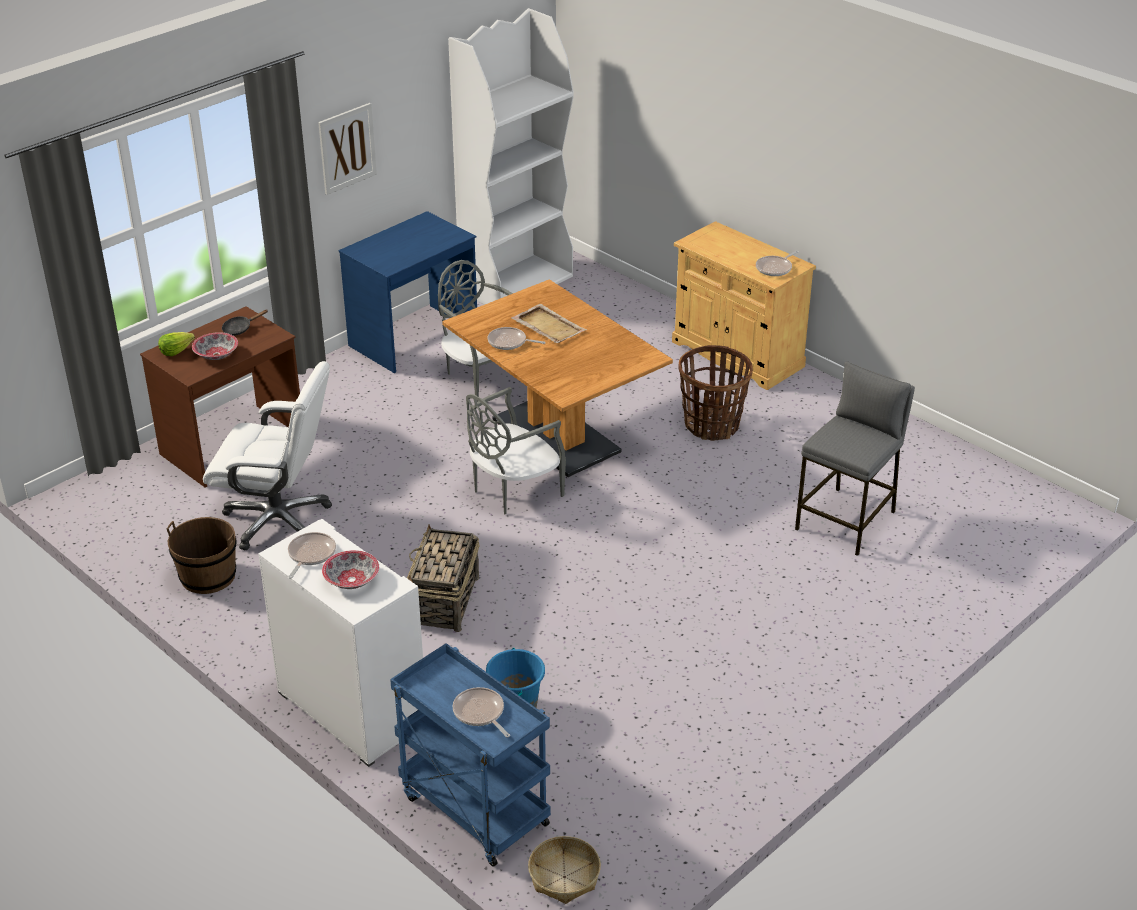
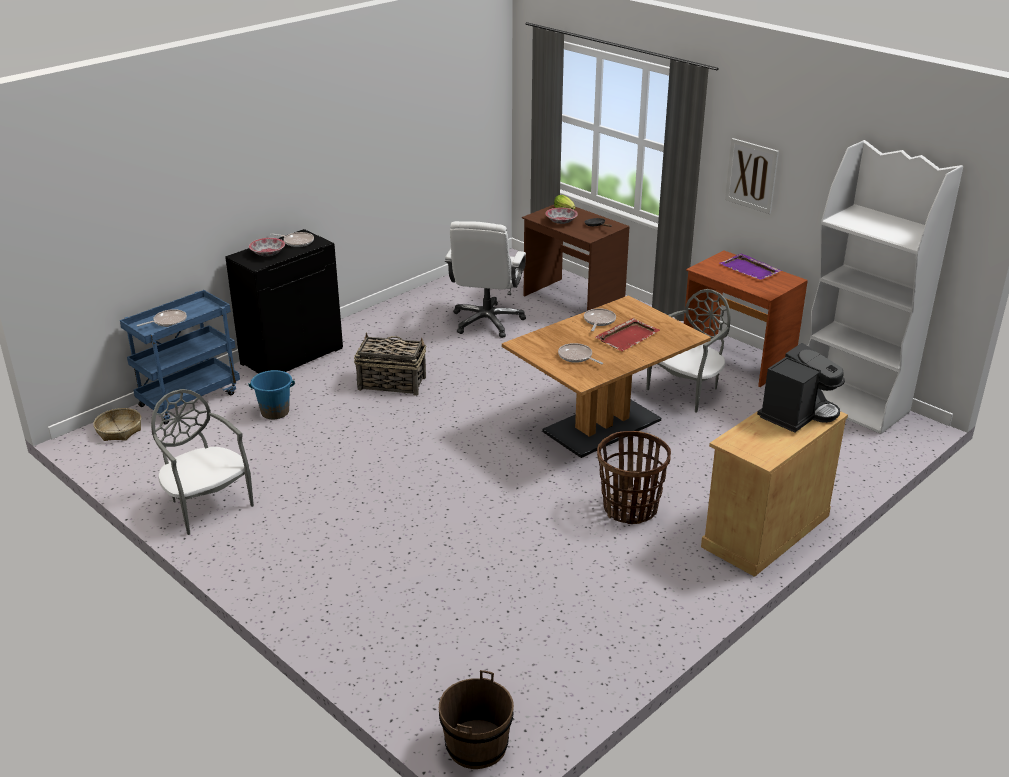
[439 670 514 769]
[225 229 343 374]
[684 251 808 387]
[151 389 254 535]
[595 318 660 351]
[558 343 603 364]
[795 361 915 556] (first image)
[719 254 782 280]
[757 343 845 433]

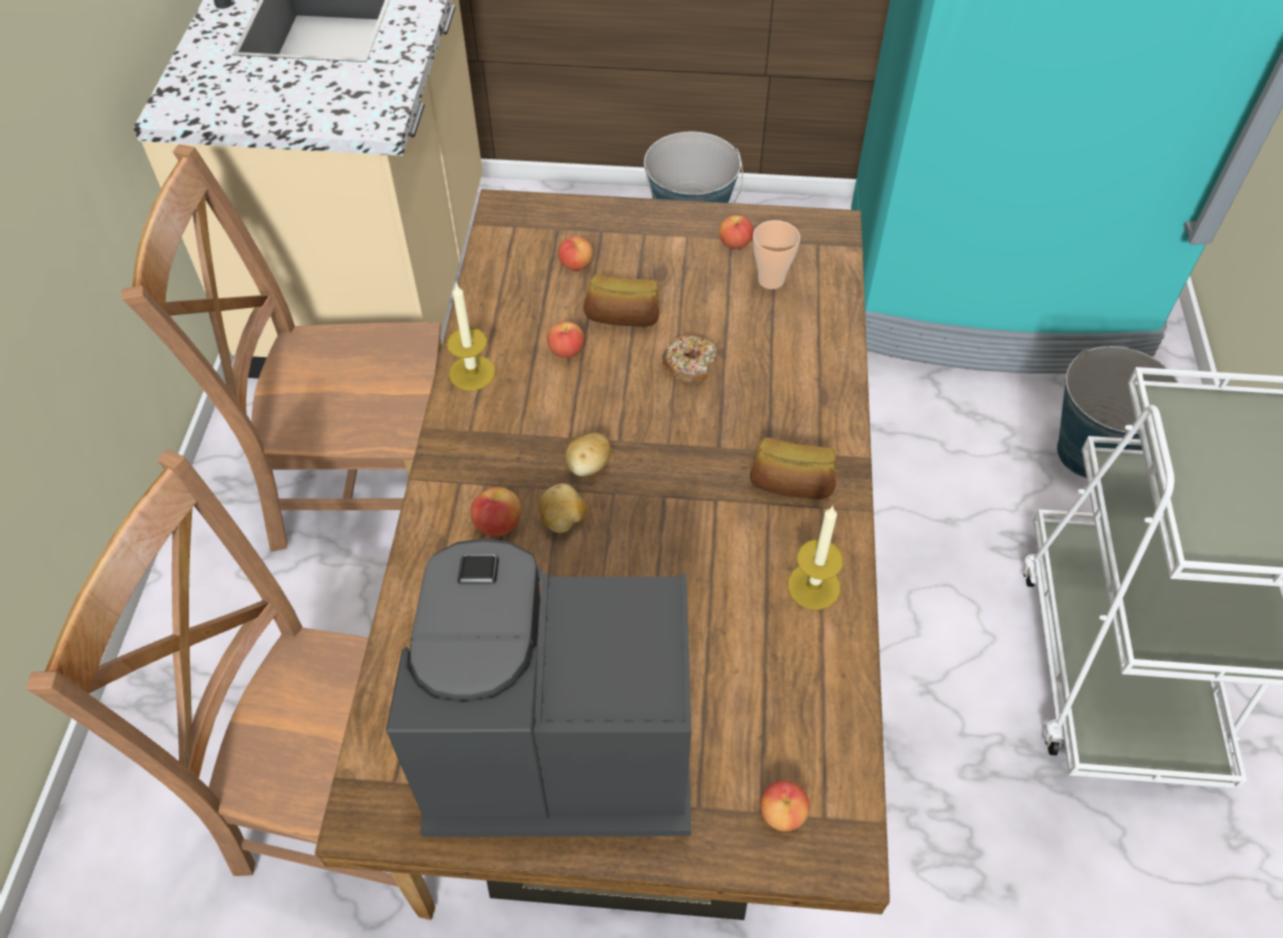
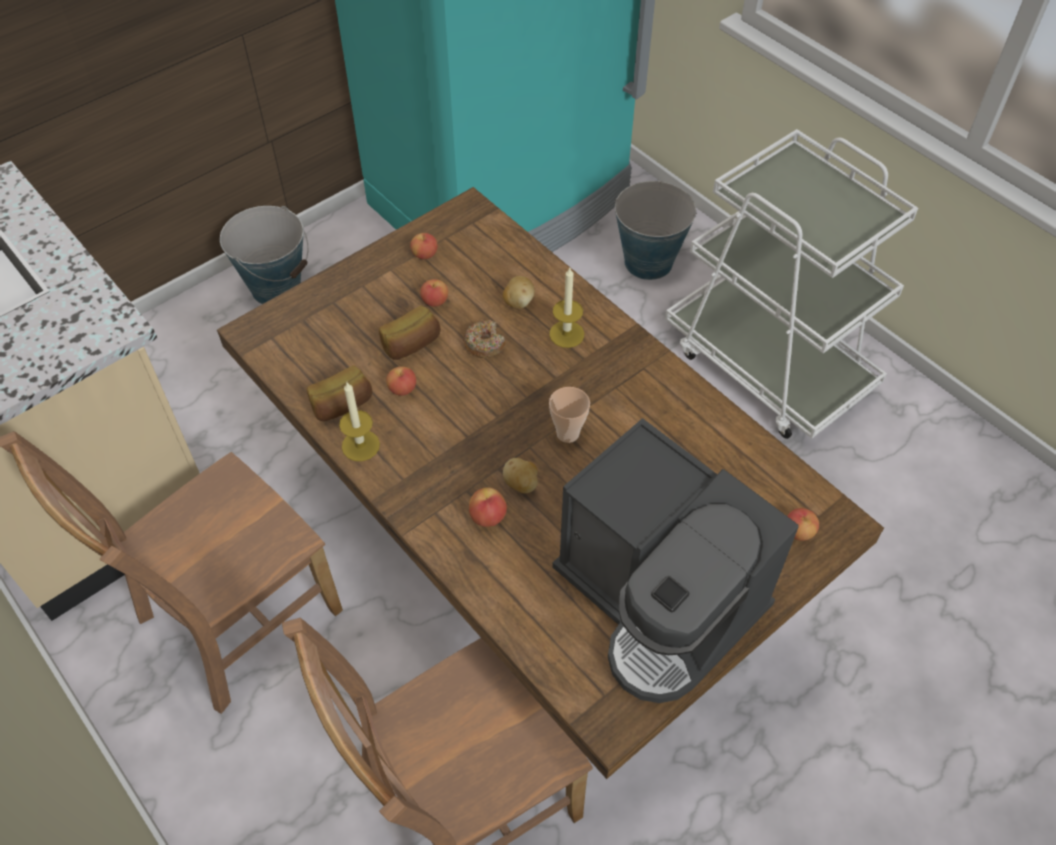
[552 418 799 703]
[420 279 448 307]
[503 276 535 309]
[307 365 372 421]
[549 387 590 443]
[549 268 584 348]

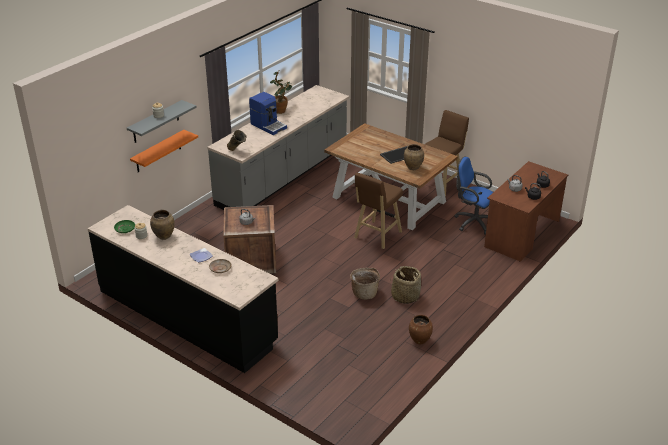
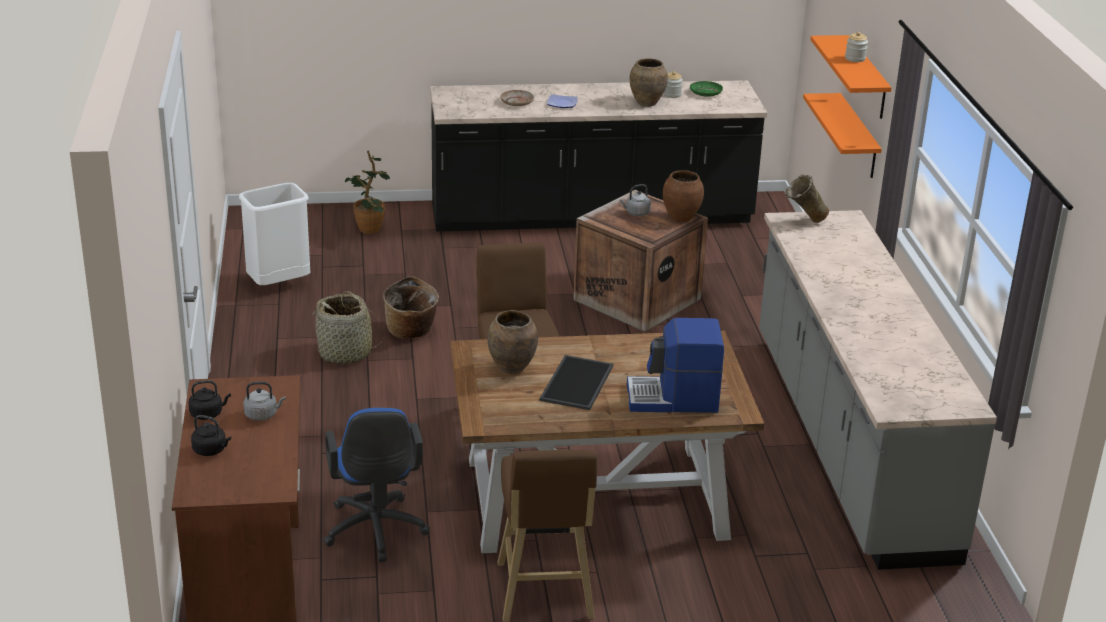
[810 35 892 119]
[627 318 724 413]
[345 150 390 234]
[663 170 704 222]
[324 408 430 562]
[239 183 310 285]

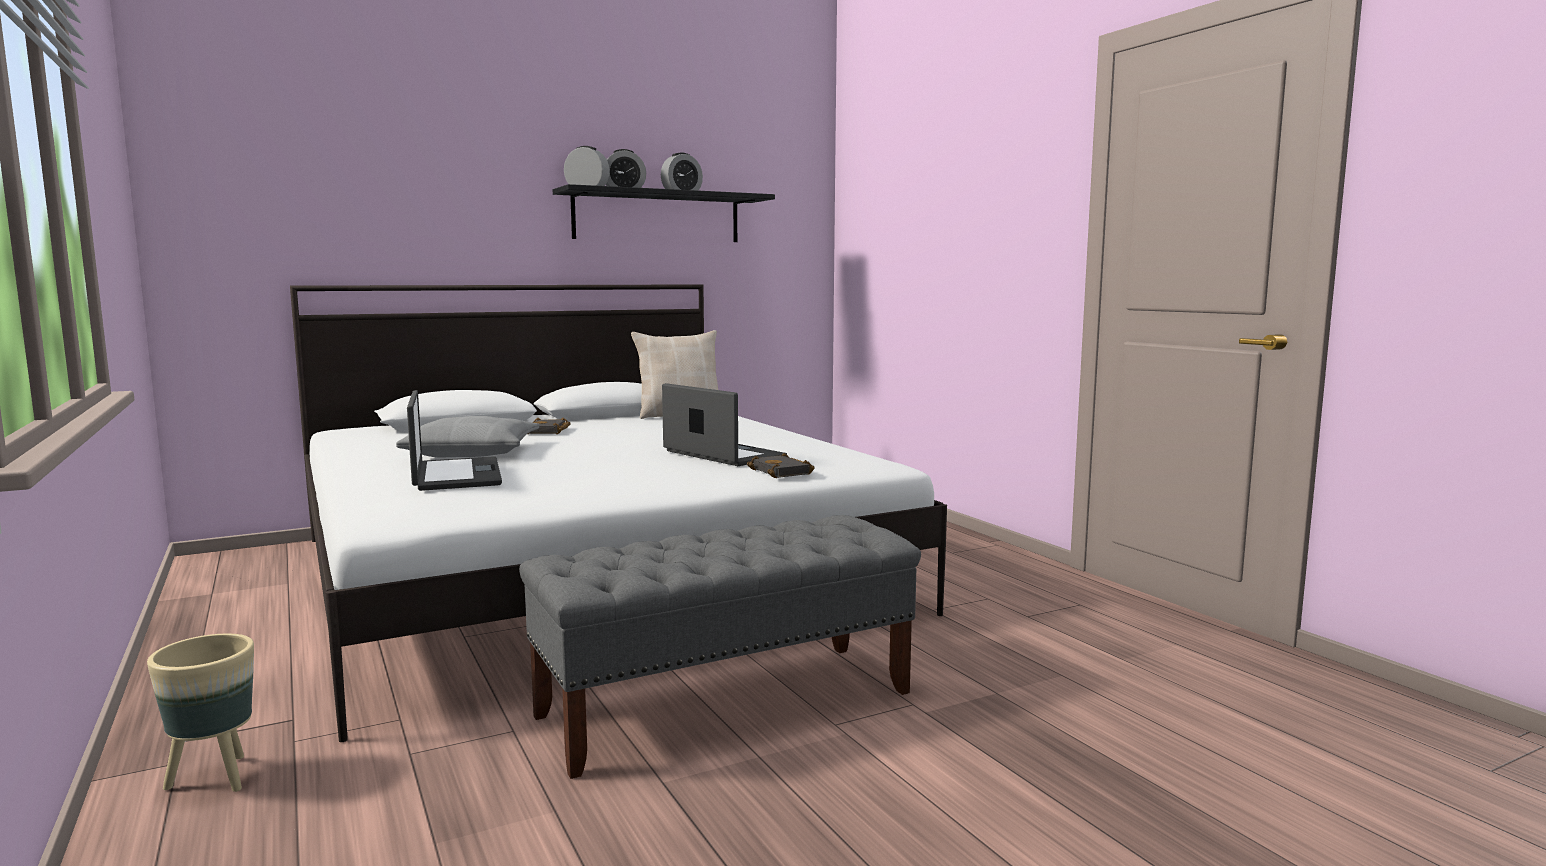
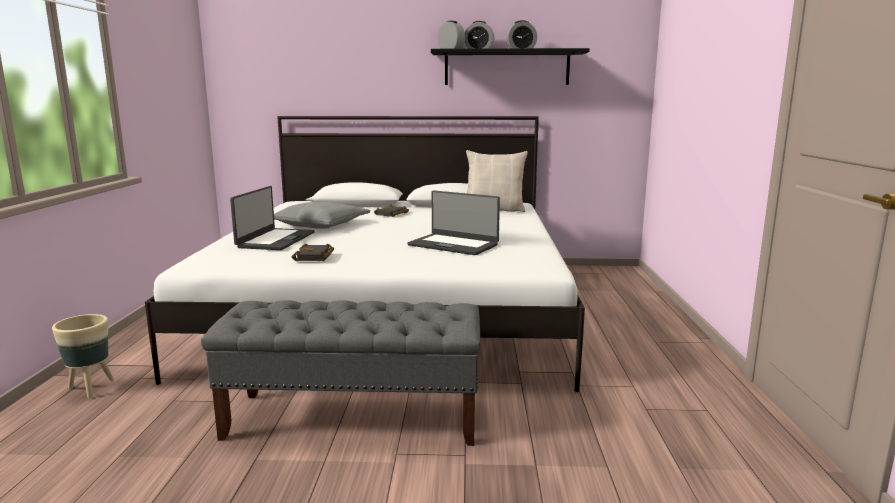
[408 190 500 255]
[292 244 334 261]

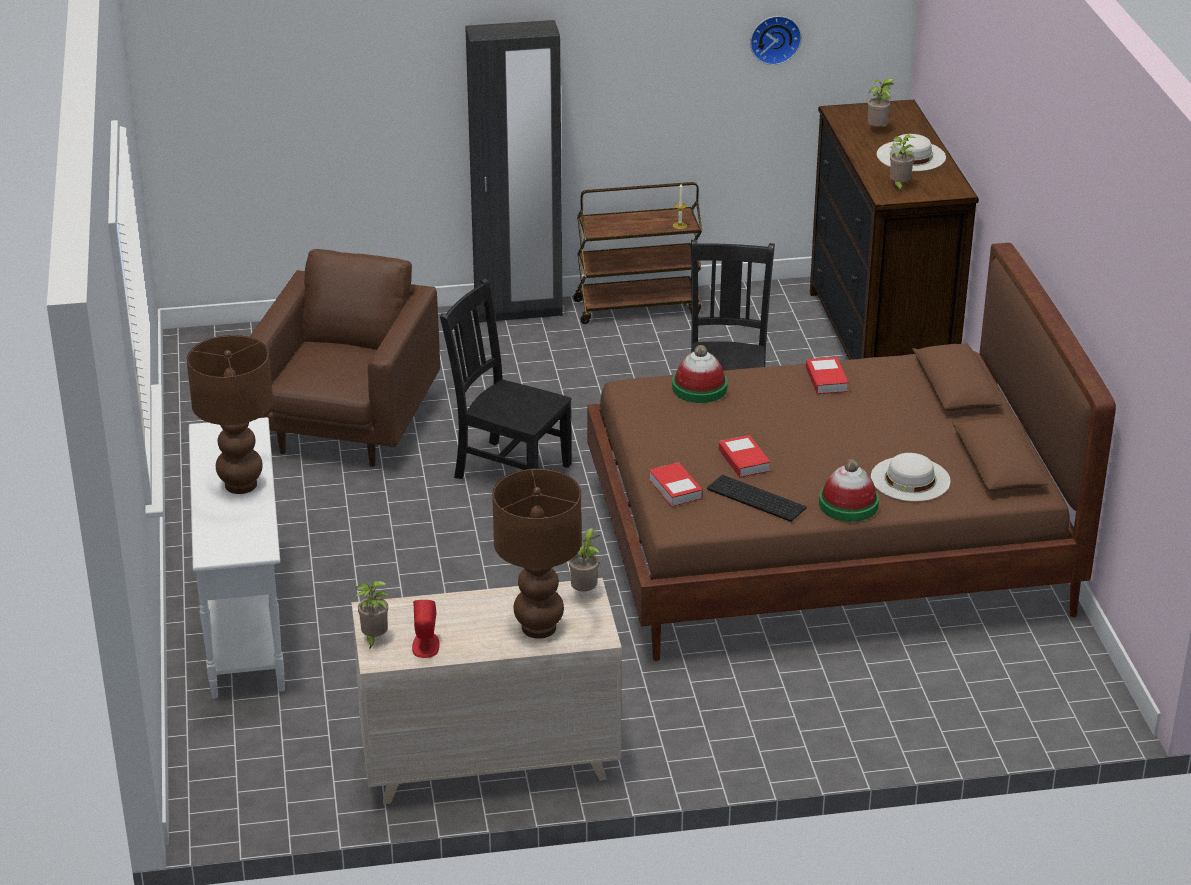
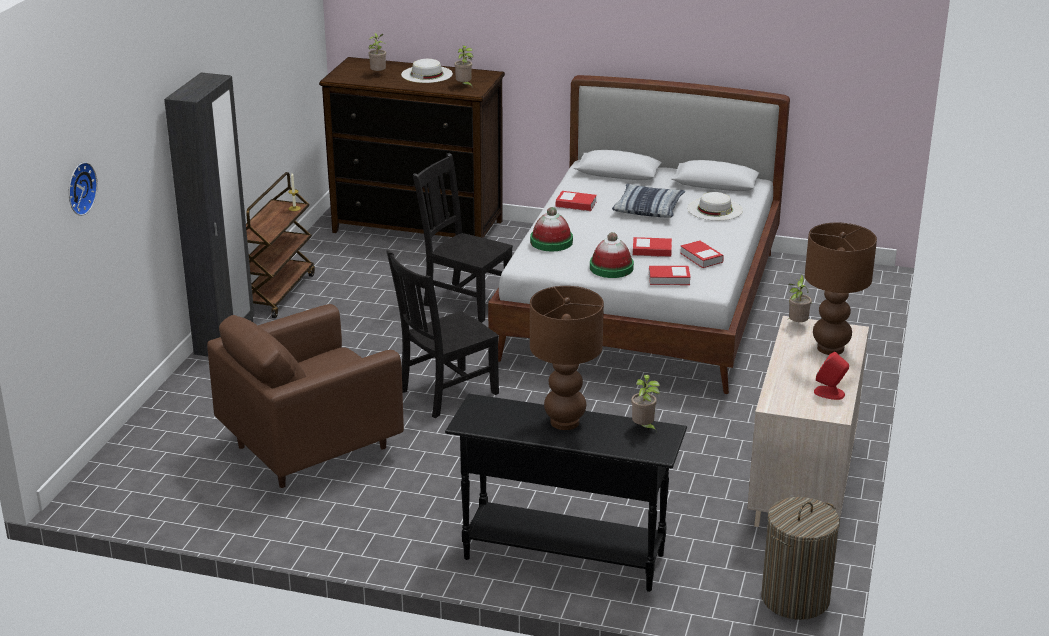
[445 394 687 592]
[207 304 404 488]
[631 375 660 433]
[488 75 790 394]
[680 240 724 268]
[69 162 98 216]
[590 232 634 278]
[612 184 685 218]
[761 497 840 620]

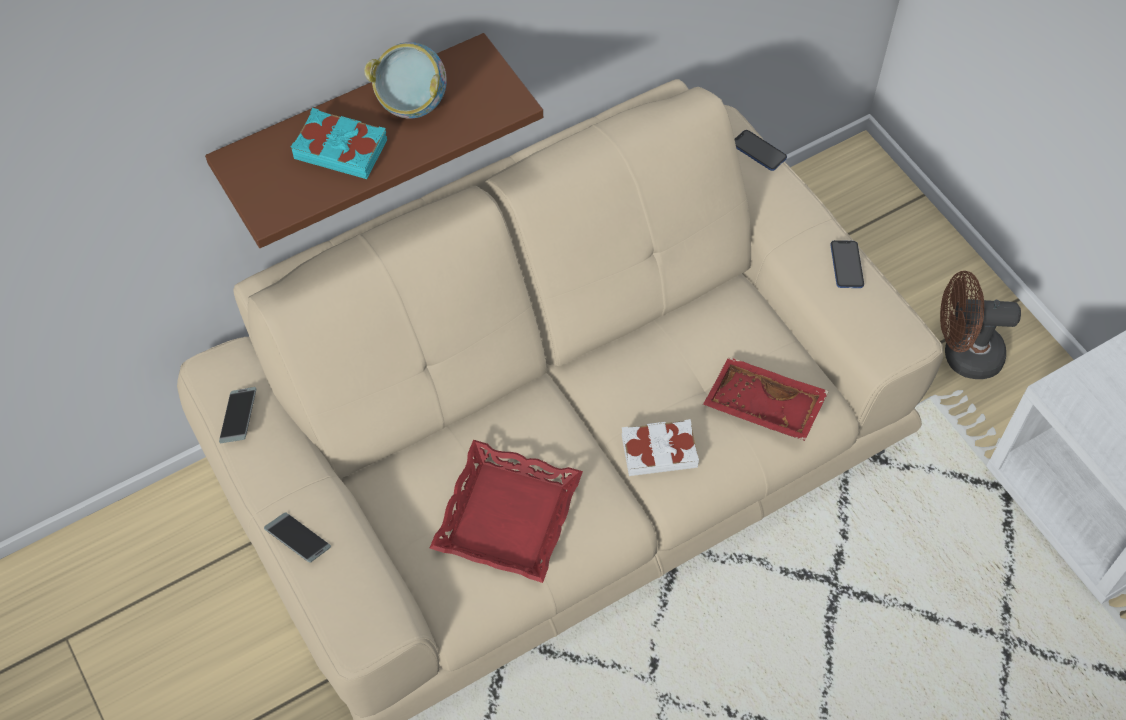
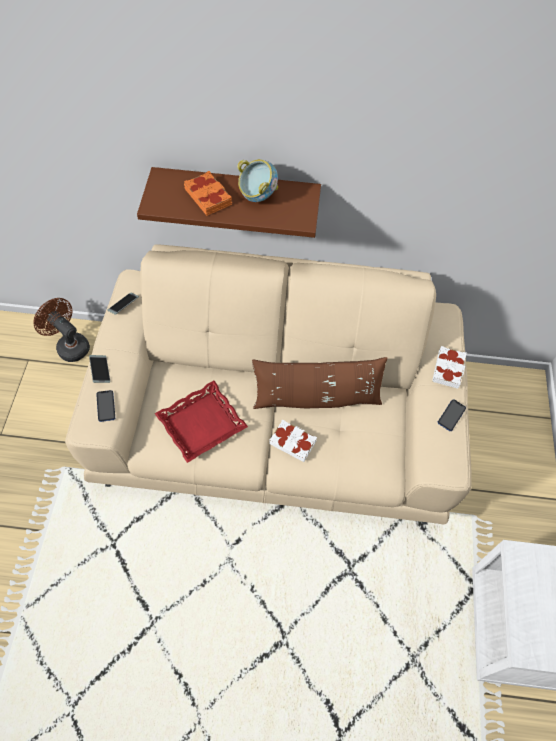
[184 171 232 216]
[703 357 829 441] (first image)
[96 390 115 422]
[33 298 90 362]
[252 357 387 409]
[432 346 467 389]

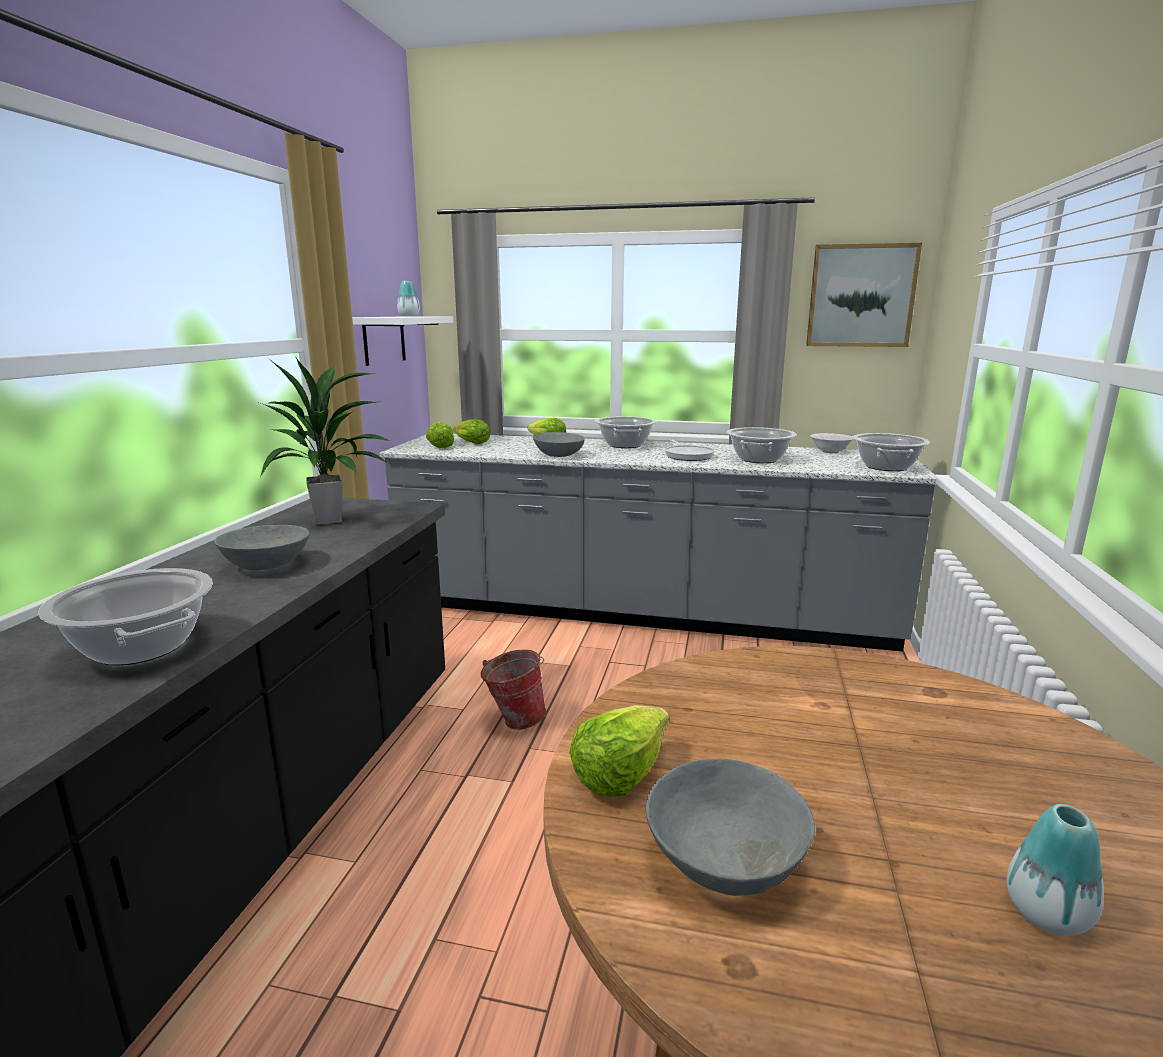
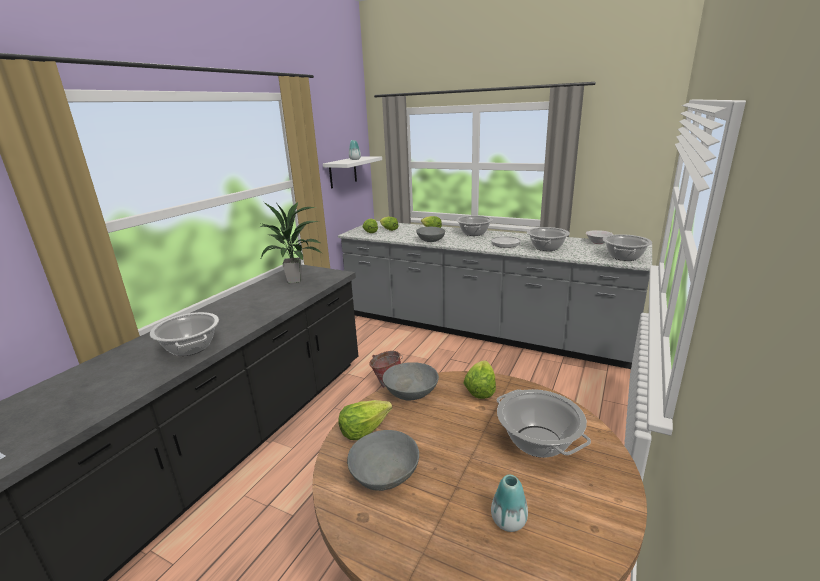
[383 362 439 401]
[806 243 922 347] (first image)
[464 360 496 399]
[496 389 591 458]

